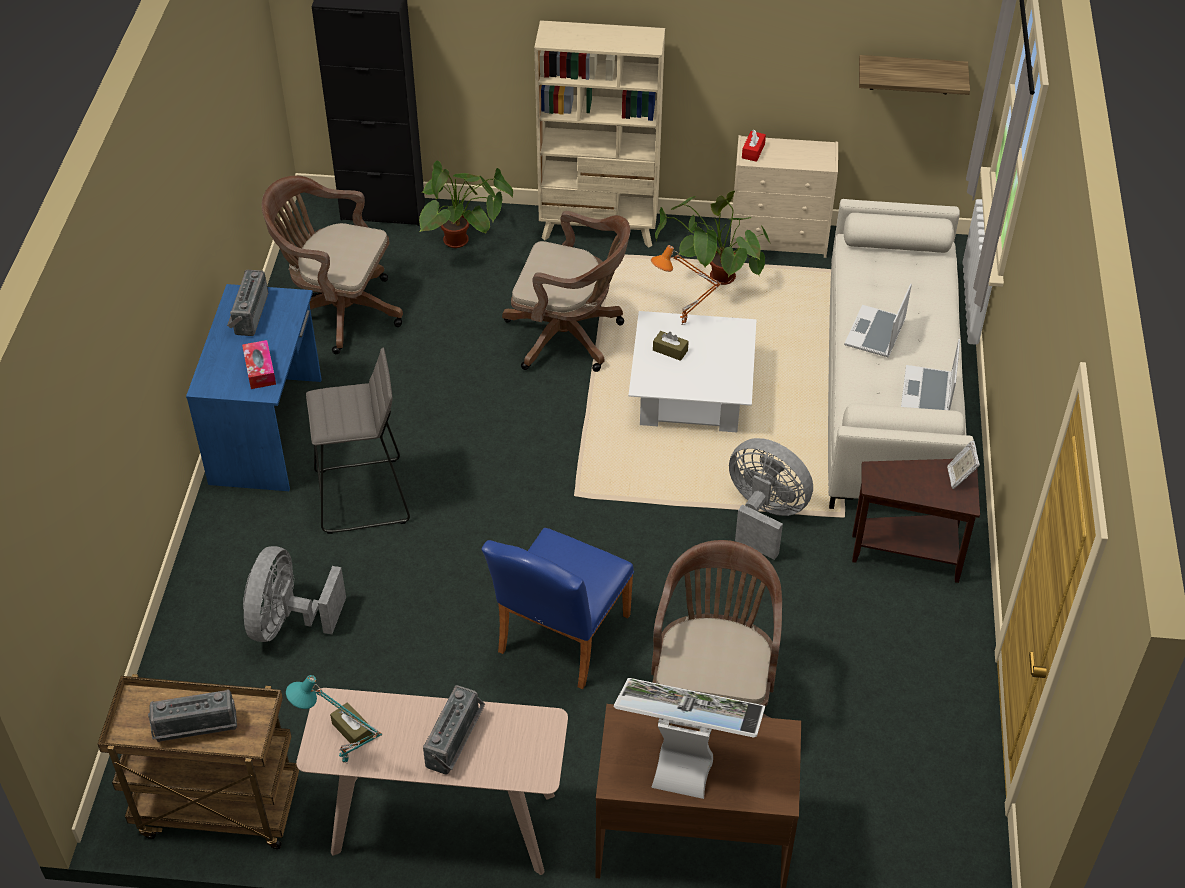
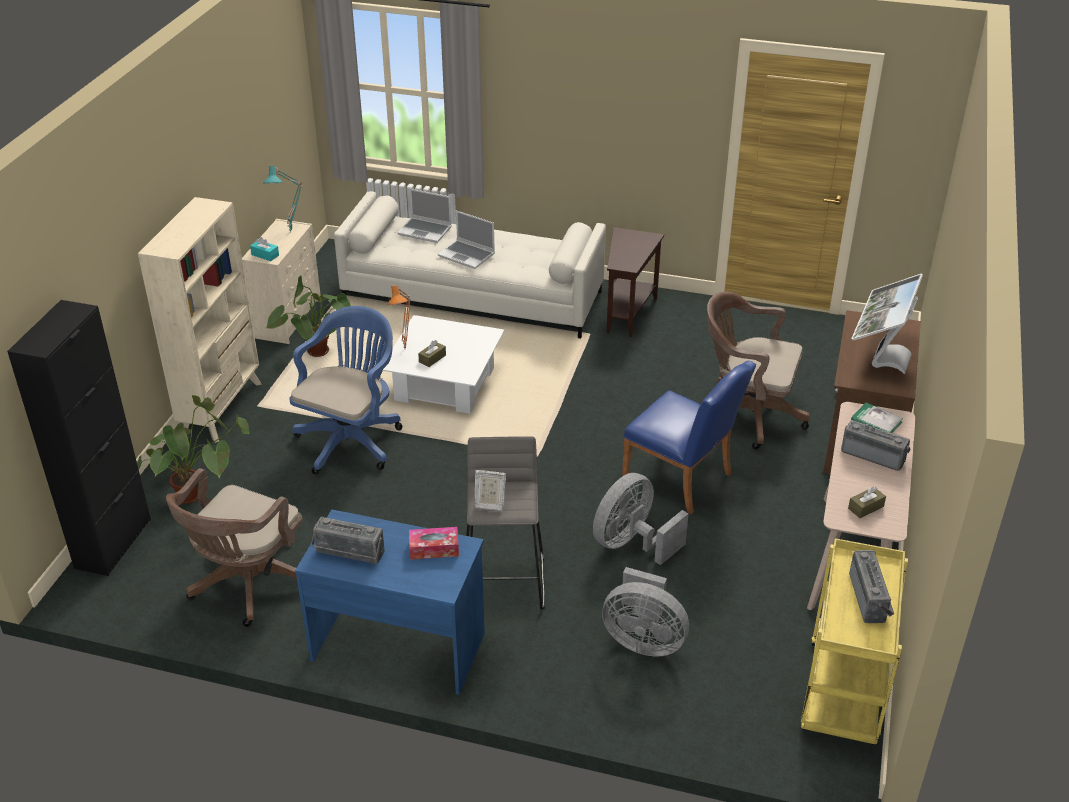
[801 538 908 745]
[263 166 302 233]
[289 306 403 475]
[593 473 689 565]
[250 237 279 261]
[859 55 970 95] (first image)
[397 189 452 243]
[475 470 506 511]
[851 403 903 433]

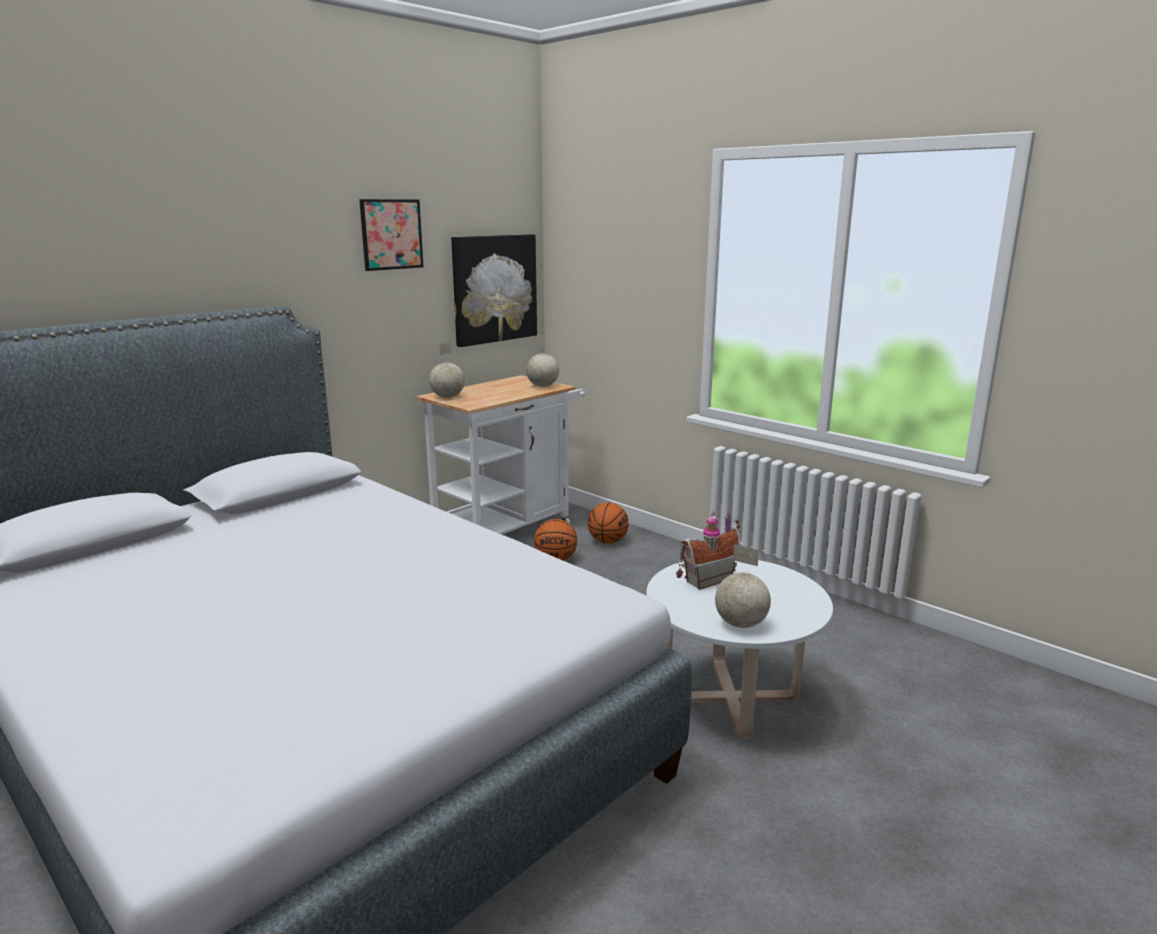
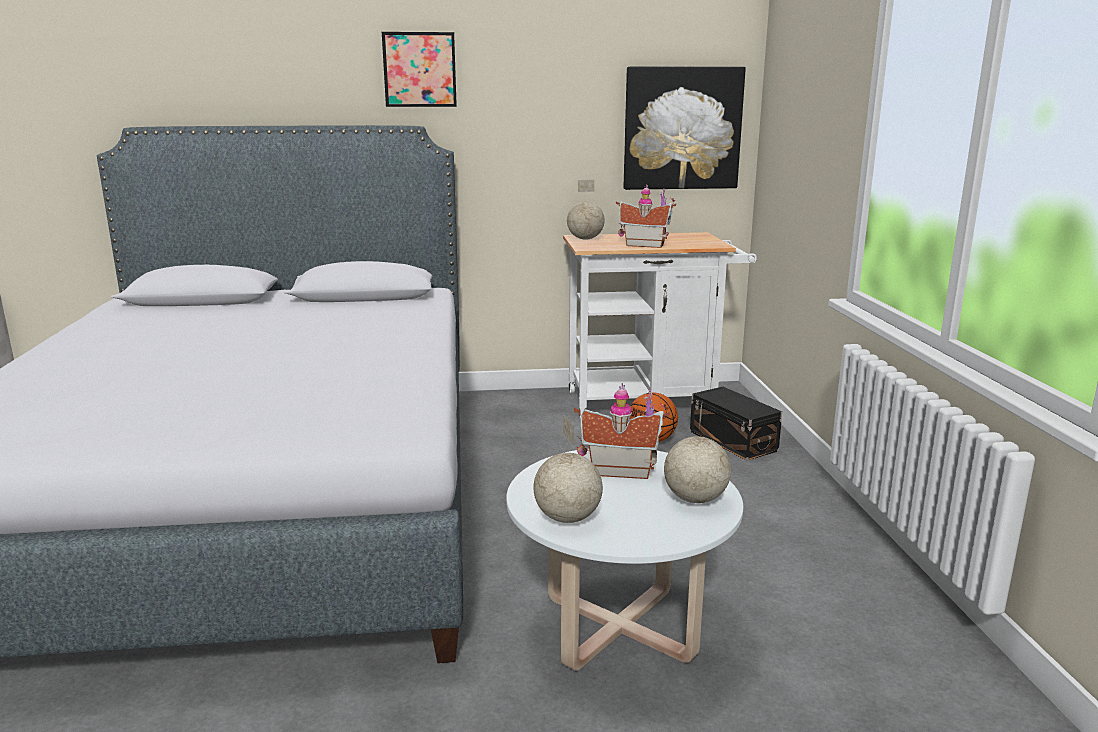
[382 32 457 107]
[664 404 731 503]
[690 387 782 461]
[616 184 676 248]

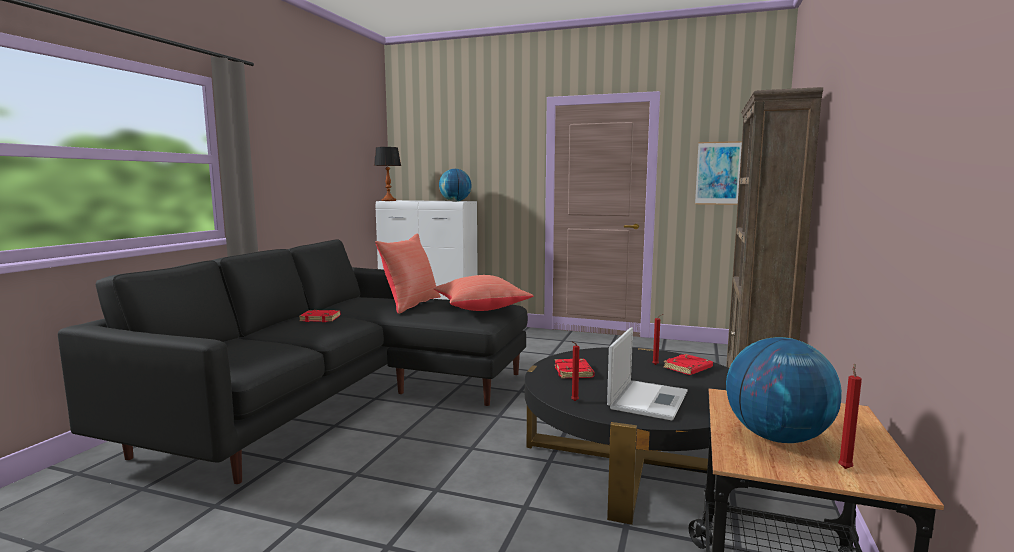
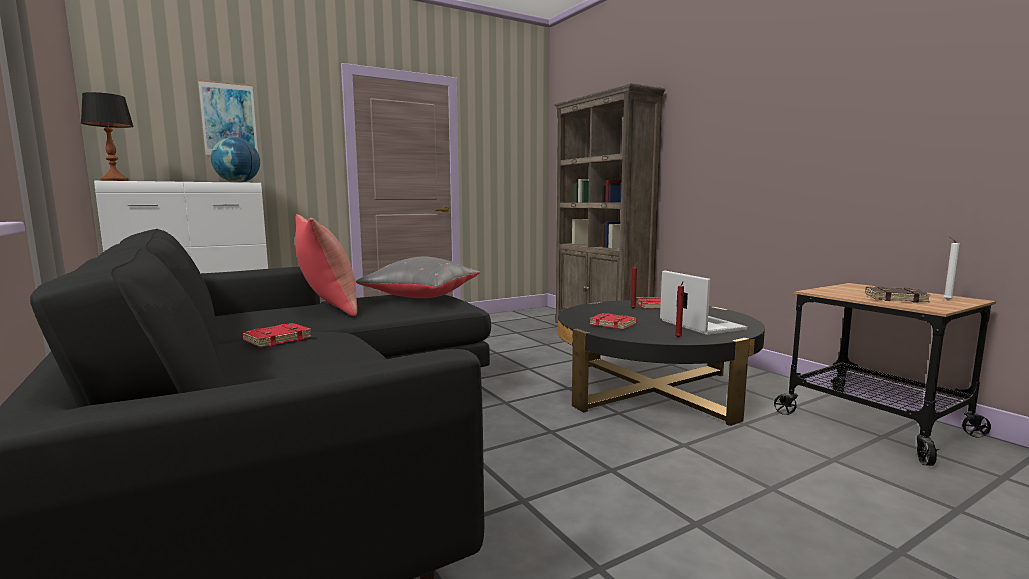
[356 257 480 298]
[198 79 258 156]
[865 286 930 303]
[943 237 960 300]

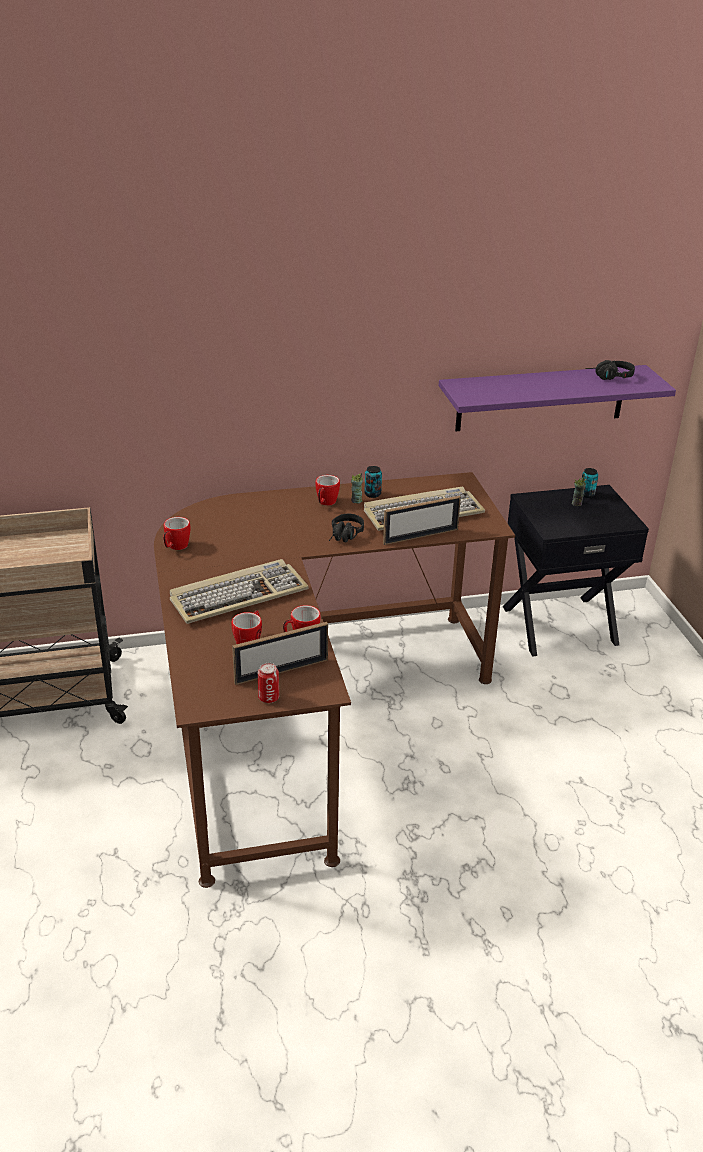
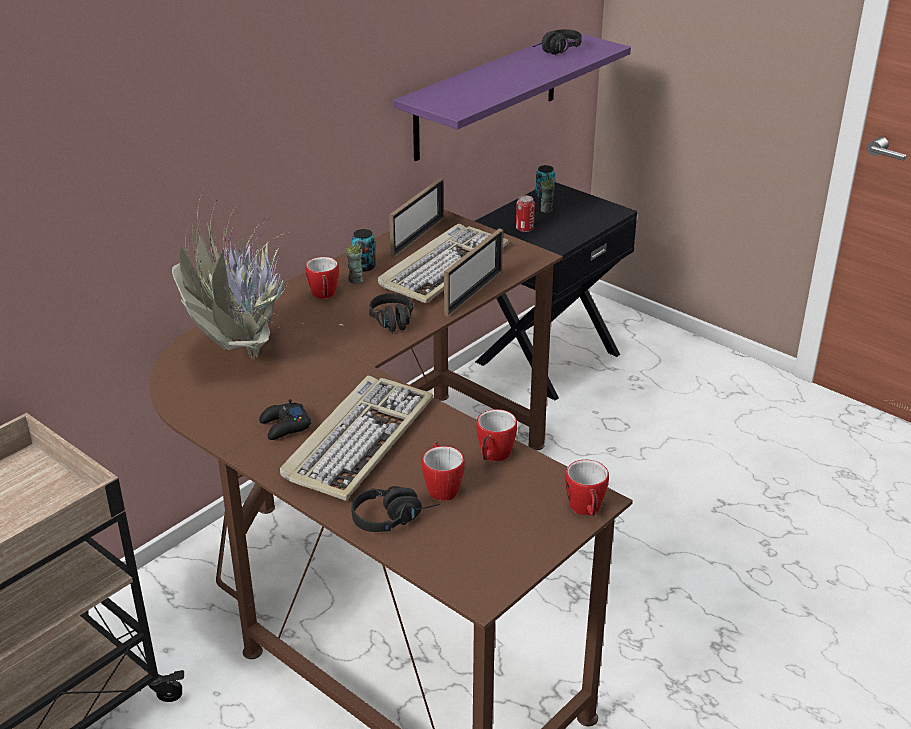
[565 460 609 516]
[389 177 444 257]
[516 195 535 232]
[172 195 344 360]
[259 399 311 440]
[351 486 440 532]

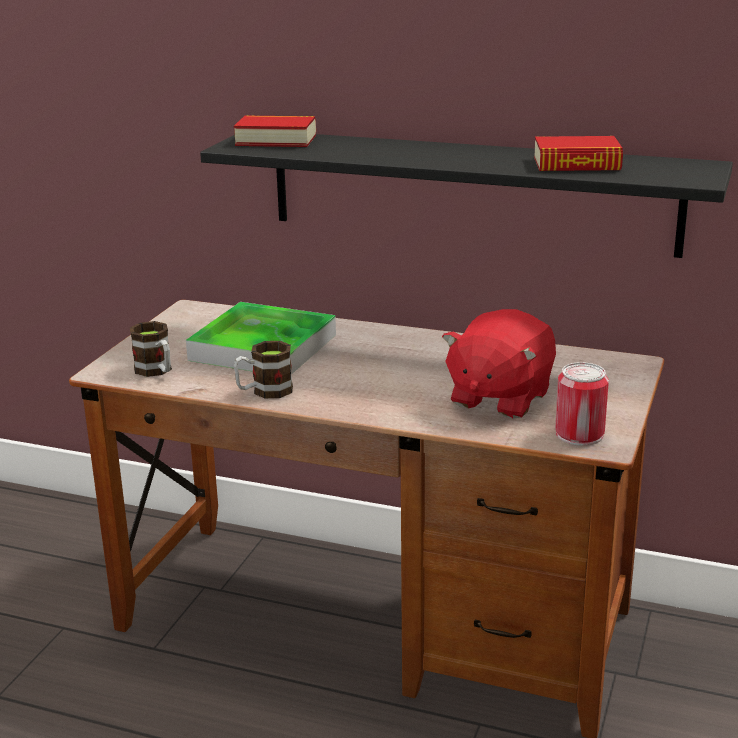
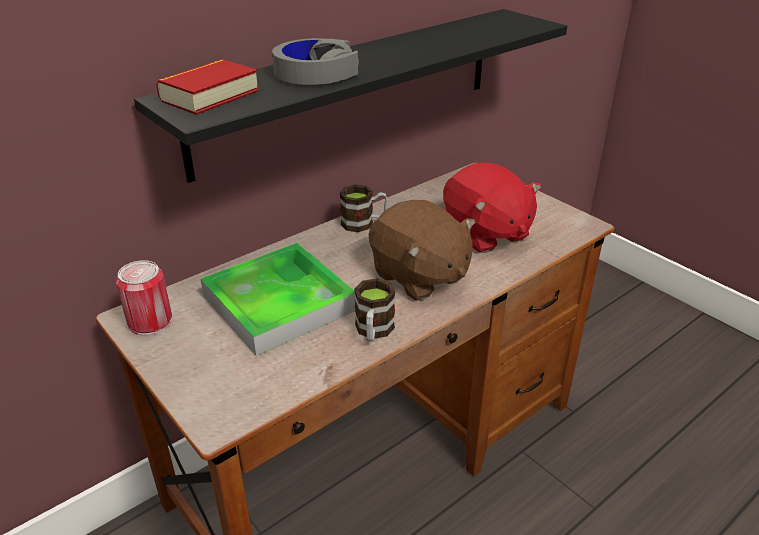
[340 184 388 232]
[534 136 623 171] (first image)
[116 260 172 336]
[272 38 359 85]
[369 200 476 301]

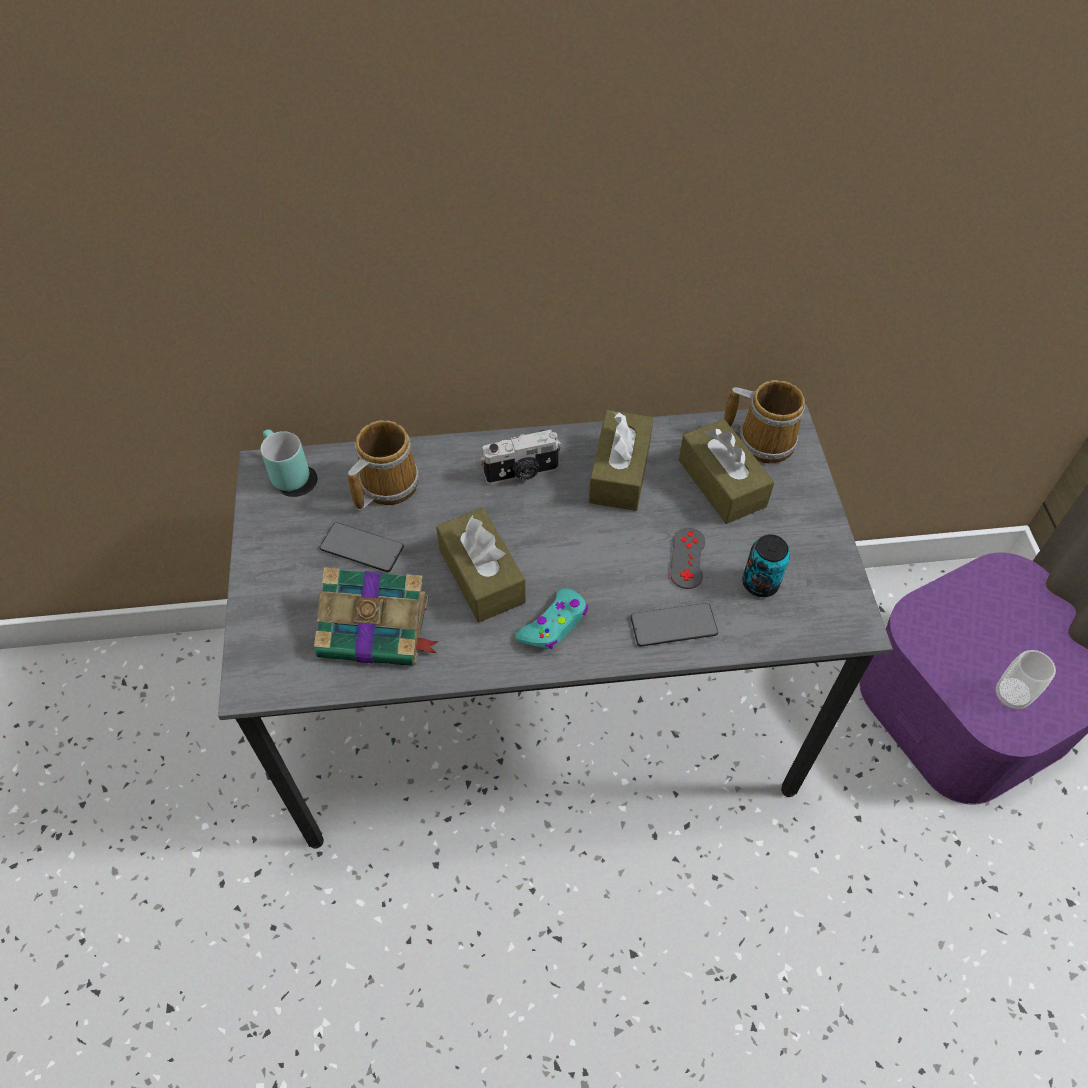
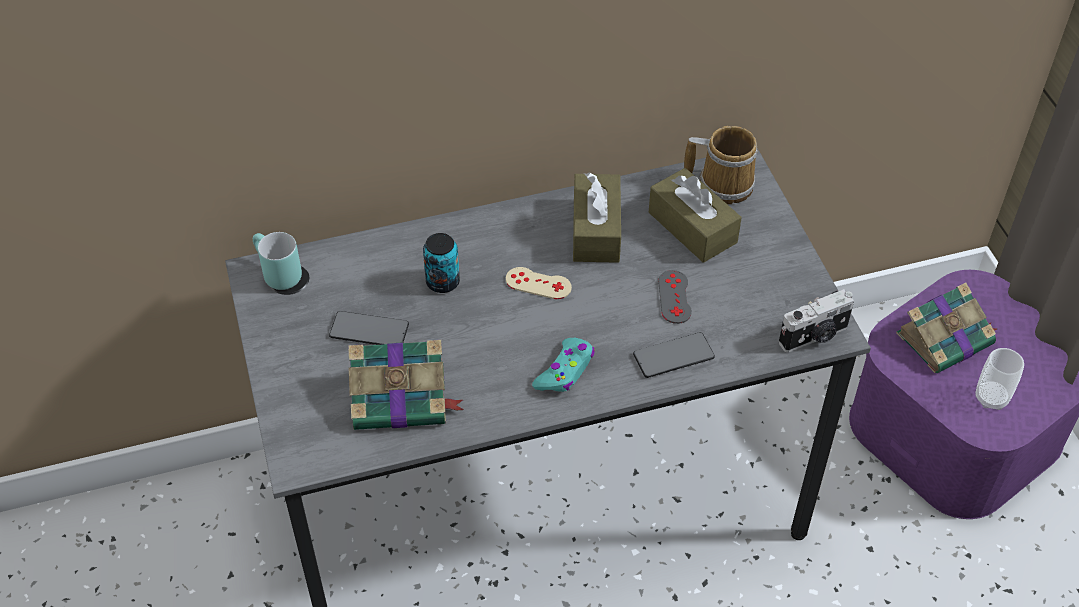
[348 420 419 510] (first image)
[436 508 526 622] (first image)
[779 289 854 352]
[423 233 460 293]
[506 267 572 299]
[896 282 997 373]

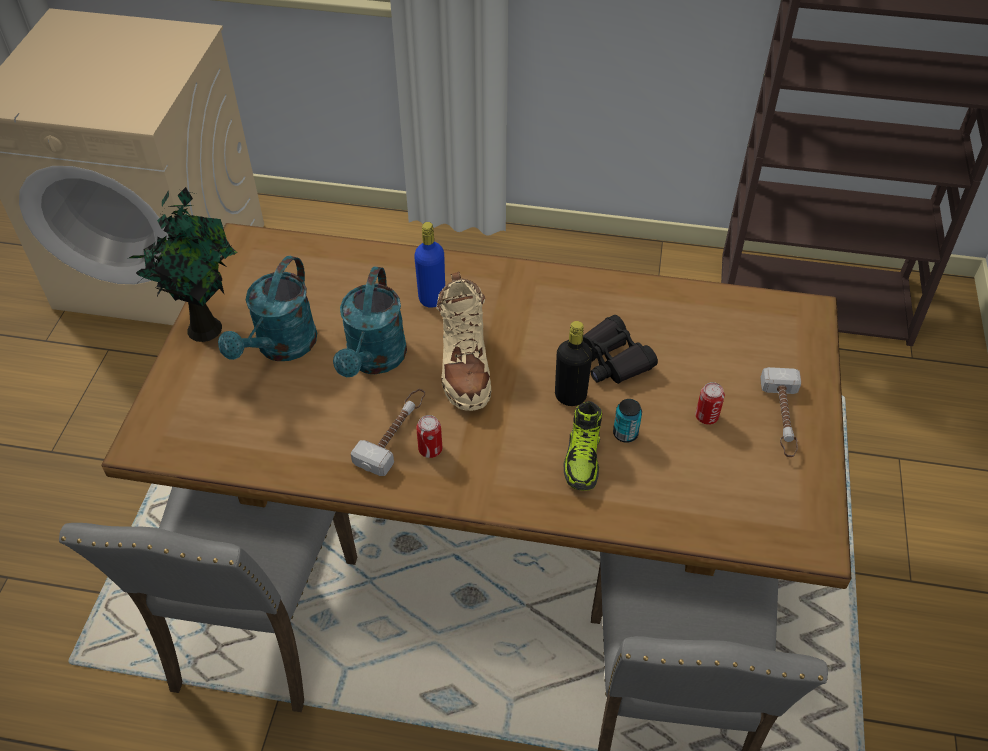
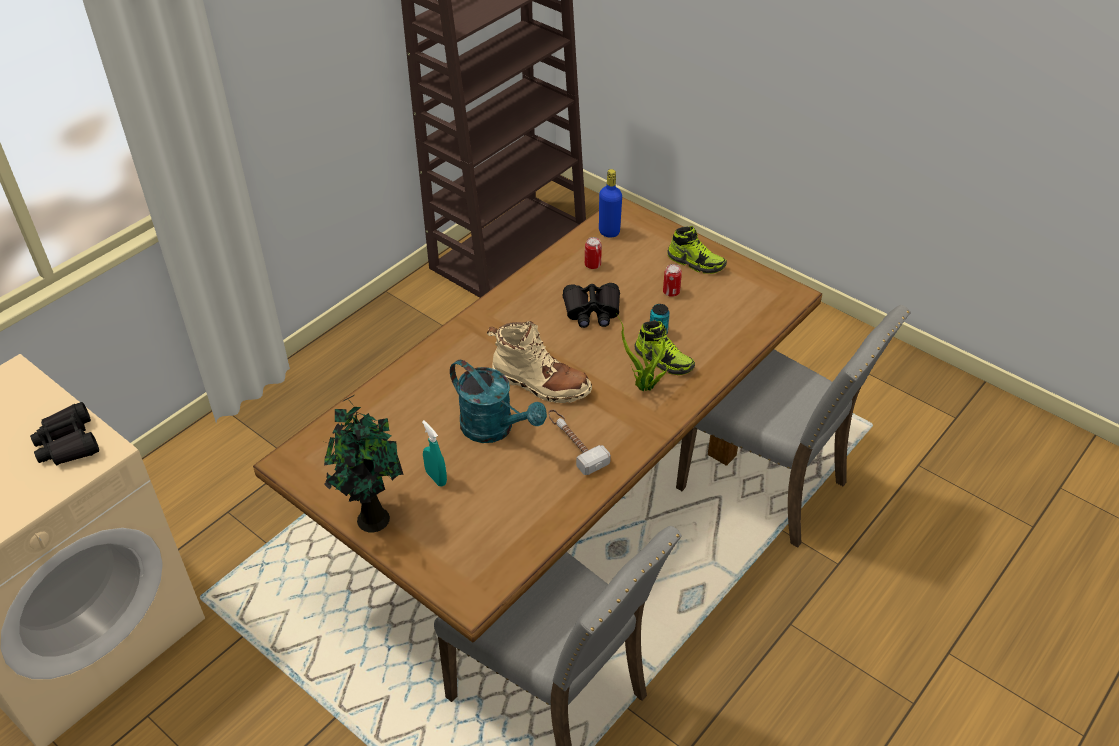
[422 420 447 486]
[599 169 622 238]
[585 237 602 269]
[555 321 592 406] (first image)
[667 226 727 274]
[30 402 99 466]
[616 313 670 391]

